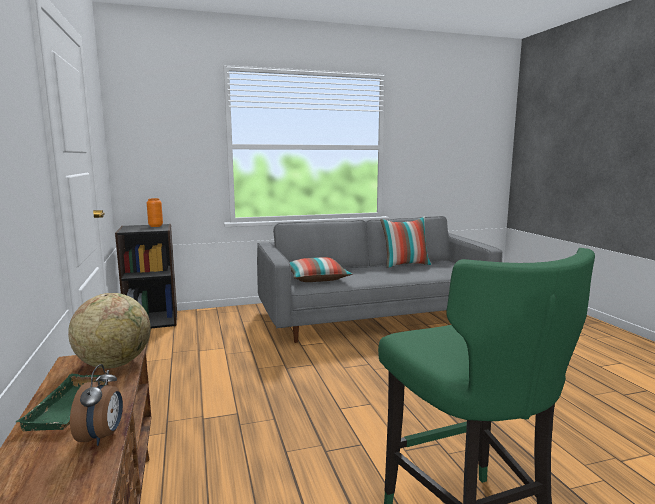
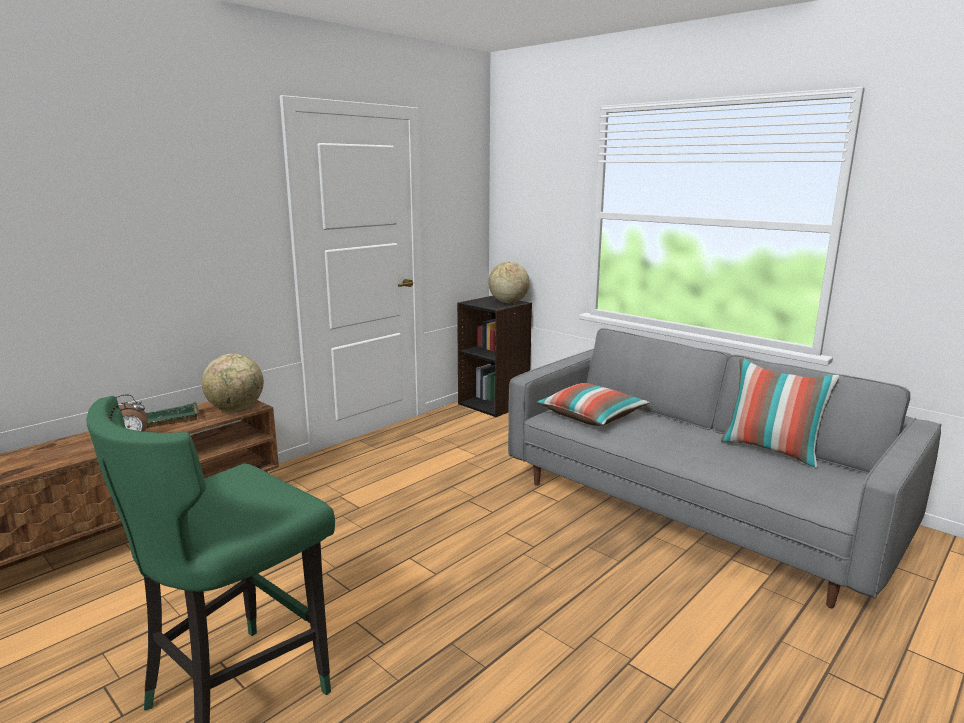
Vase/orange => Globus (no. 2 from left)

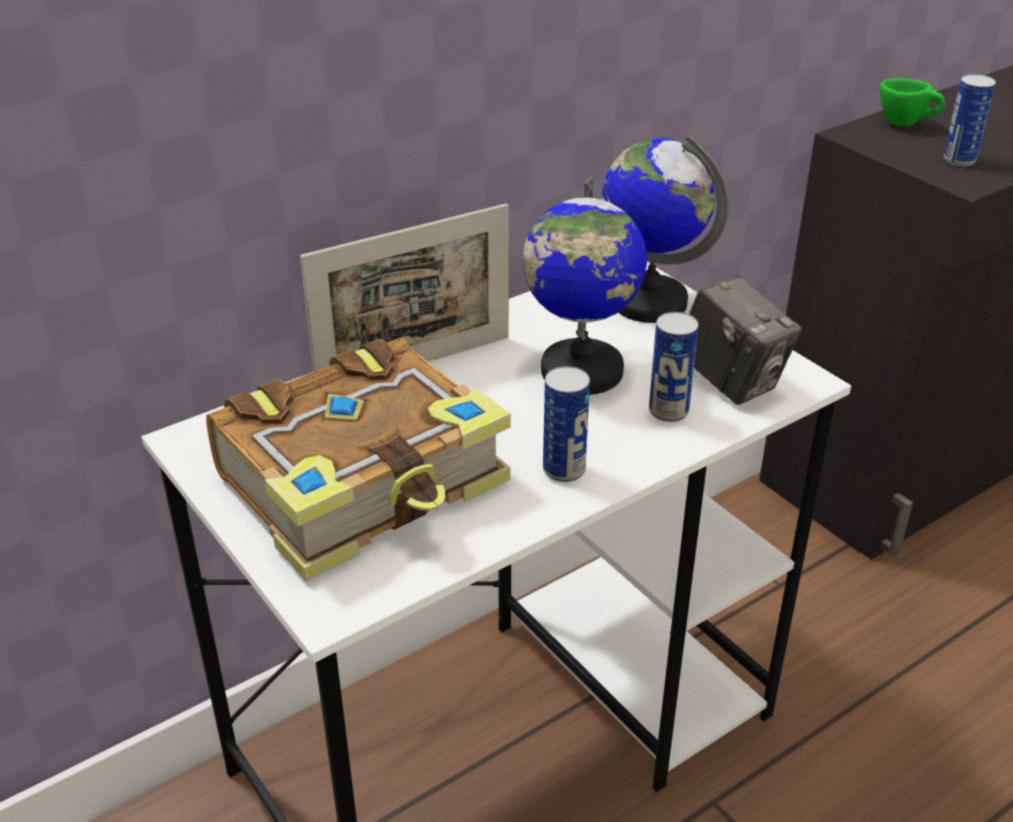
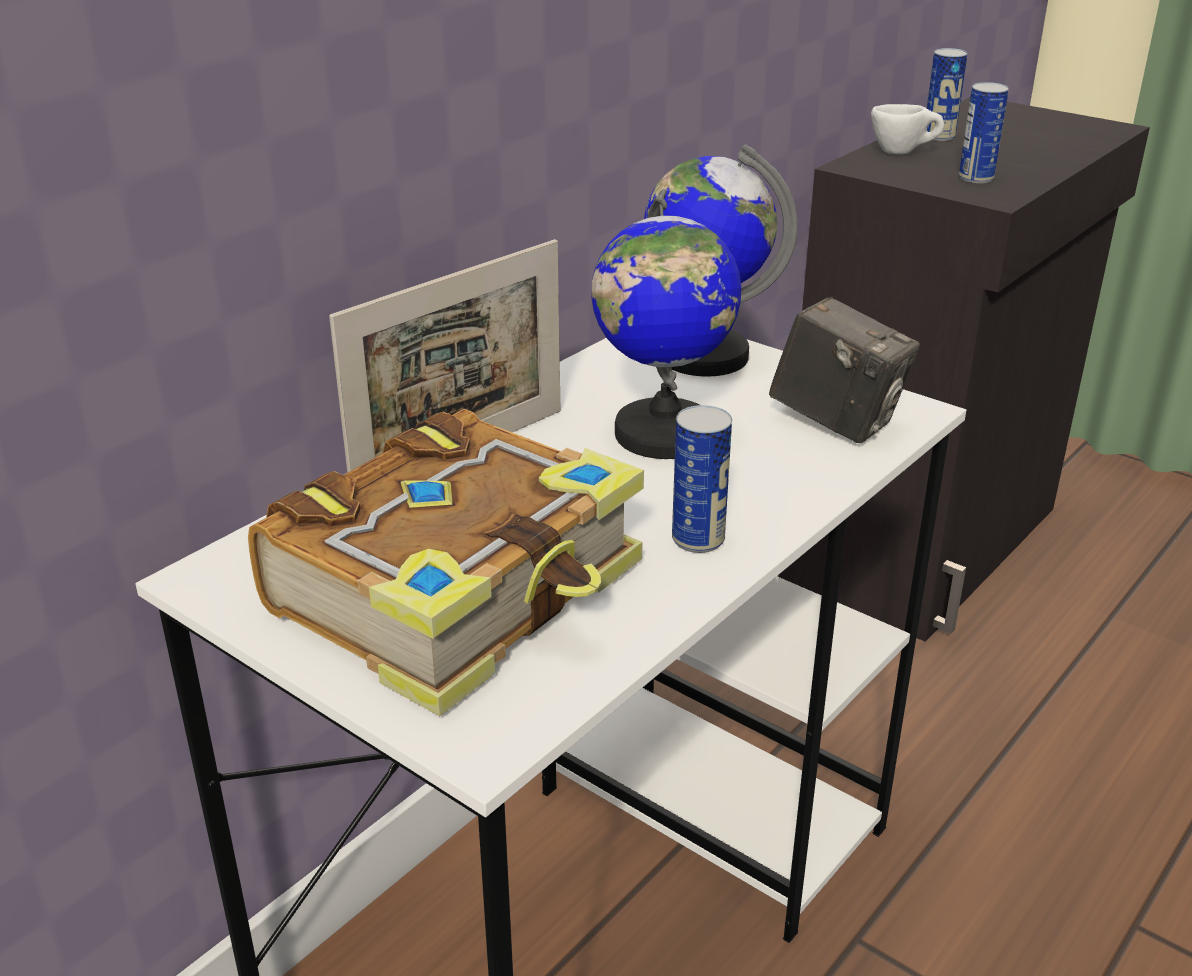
Tasse/grün => Tasse/weiß
Dose (no. 2 from left), shifted

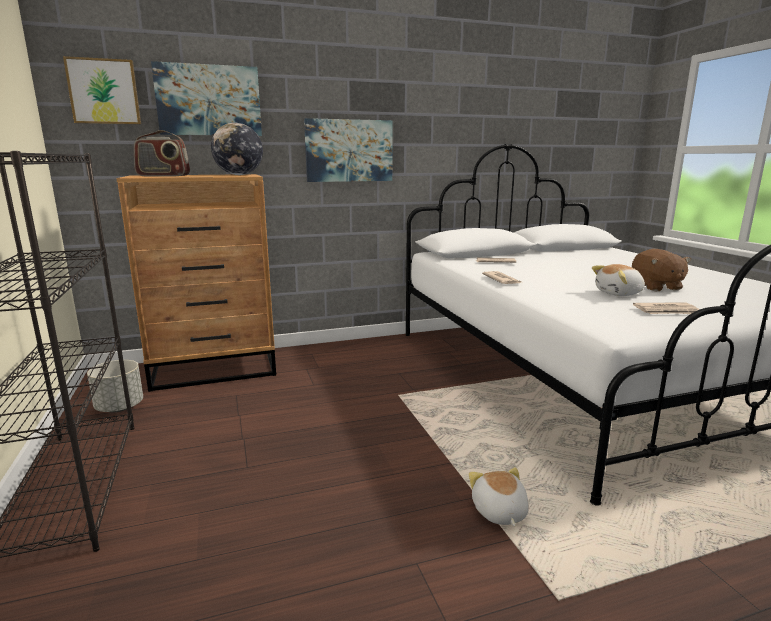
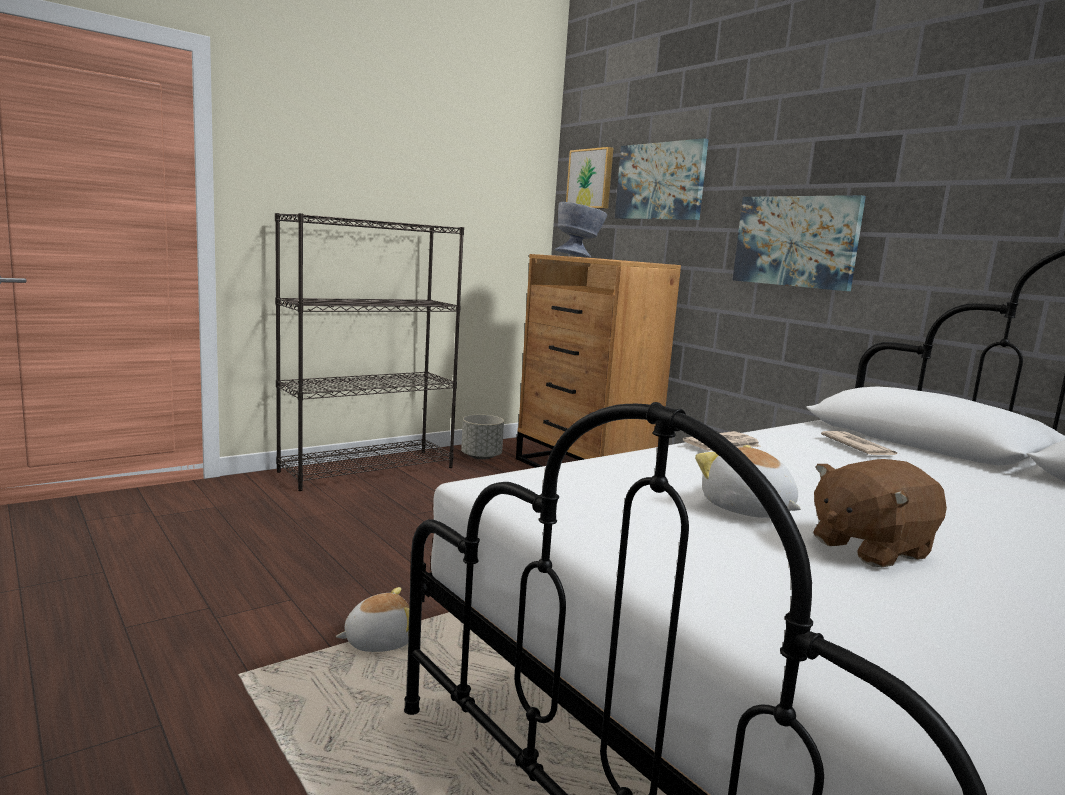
Radio => Schüssel/grau
Globus => nothing
Zeitung (no. 3 from left) => nothing

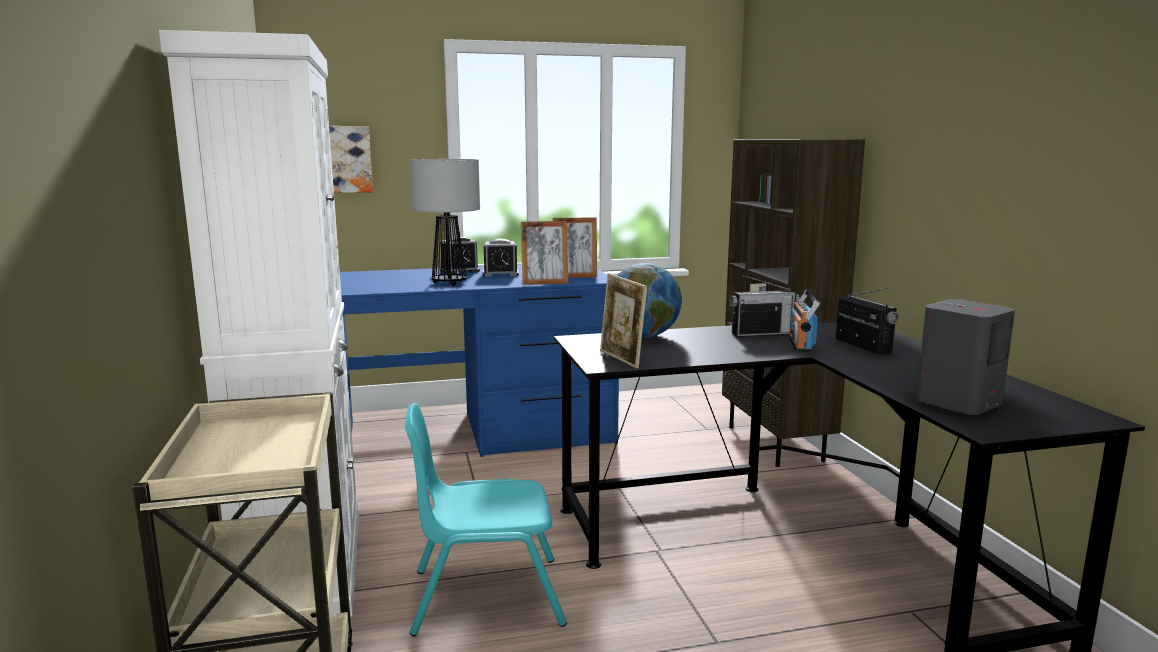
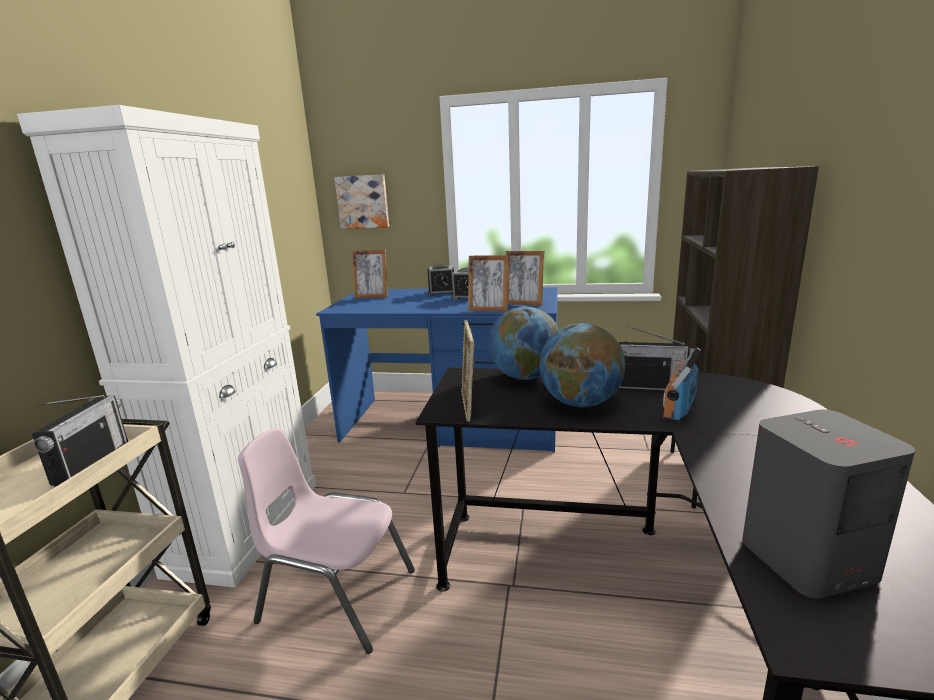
Radio (no. 3 from left in the first image) => Radio (no. 1 from left), shifted
Stuhl/türkis => Stuhl/rosa
nothing => Bilderrahmen (no. 1 from left)
nothing => Globus (no. 2 from left)
Tischlampe => nothing

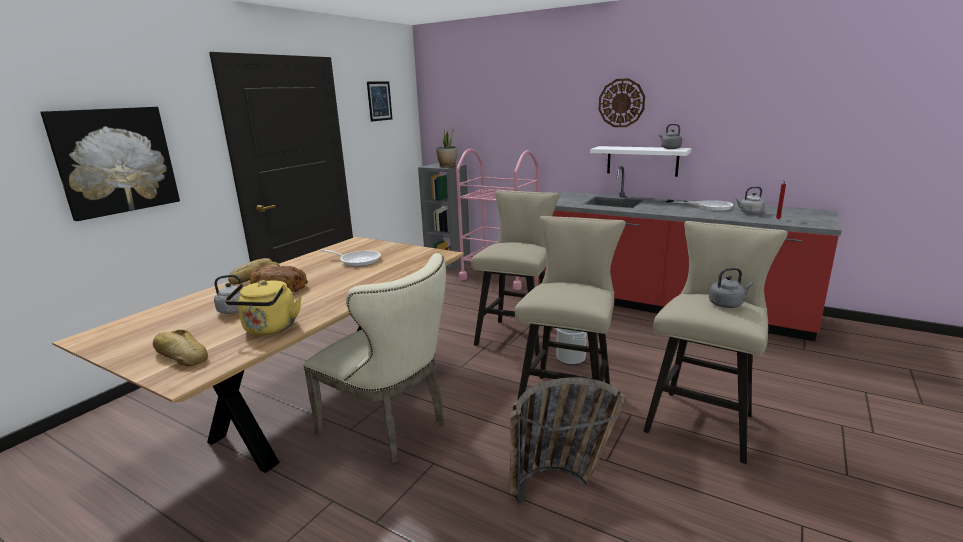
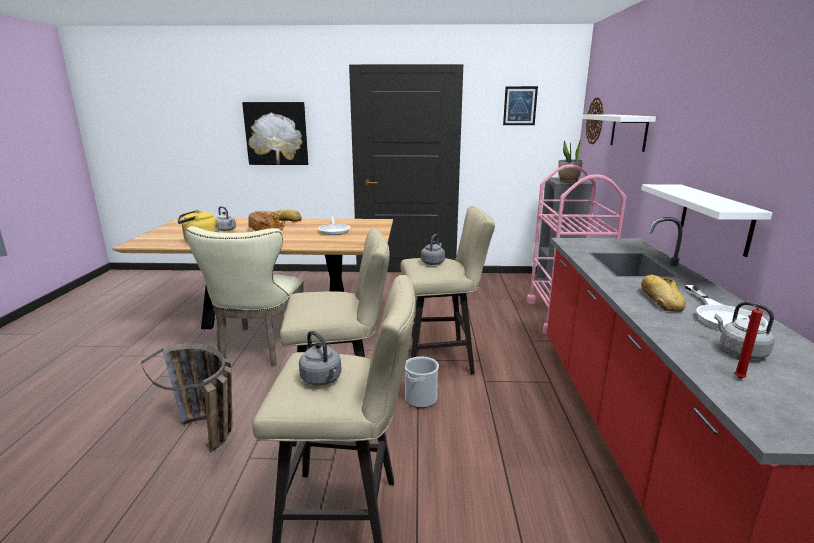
Wasserkessel/grau (no. 2 from left in the first image) => Wasserkessel/grau (no. 3 from left), shifted
nothing => Wandregal/weiß (no. 1 from left)
Wanduhr, shifted
Brot (no. 1 from left in the first image) => Brot (no. 3 from left), shifted

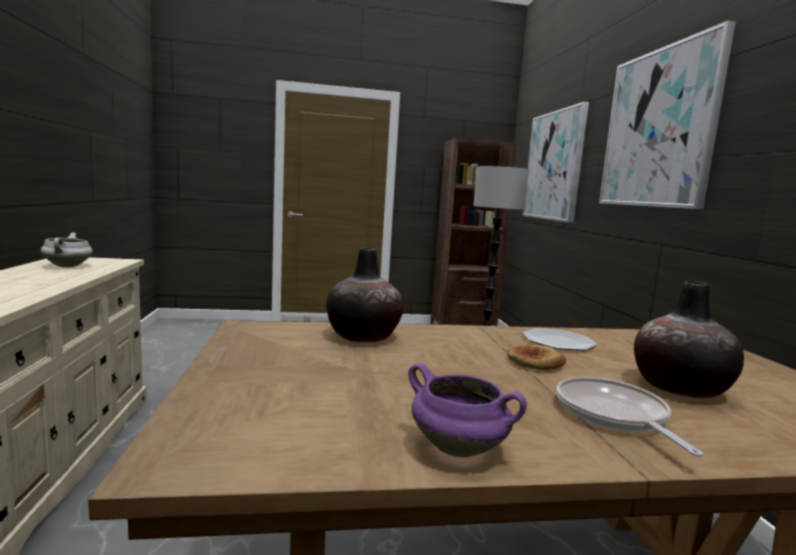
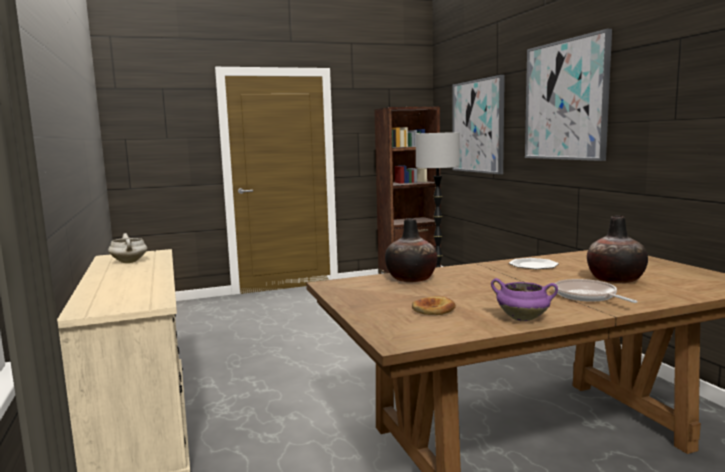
Brot, shifted

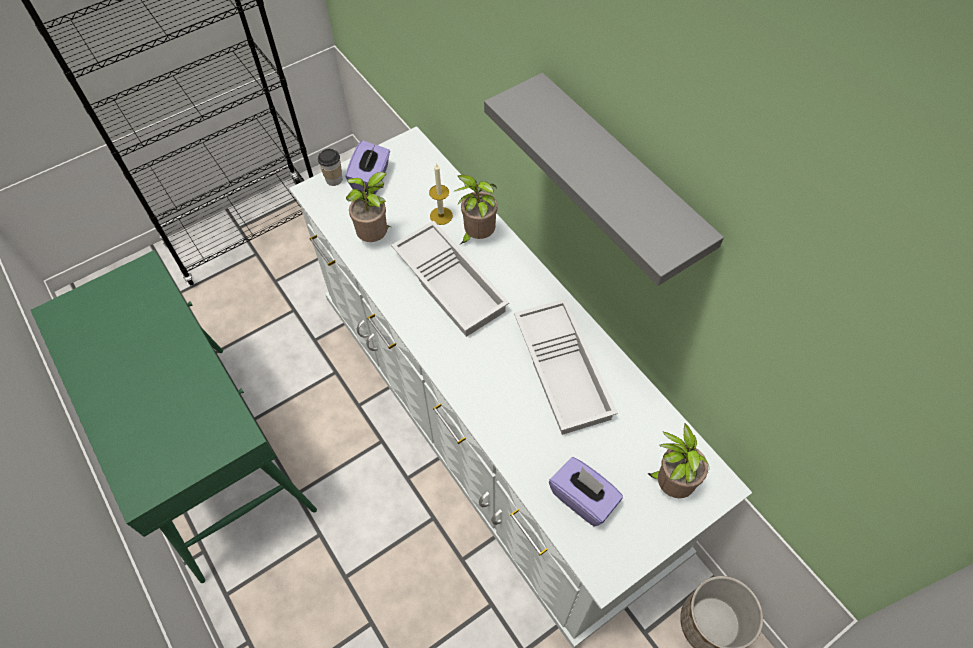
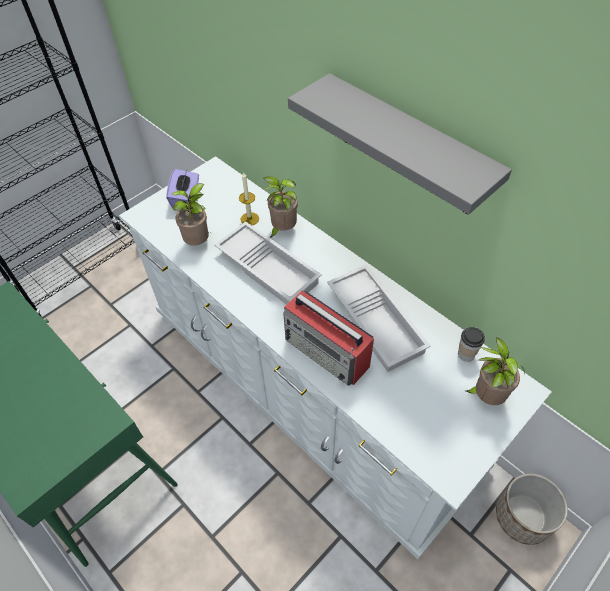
nothing => Radio
Tasse, shifted
Taschentuchbox/lila (no. 2 from left) => nothing

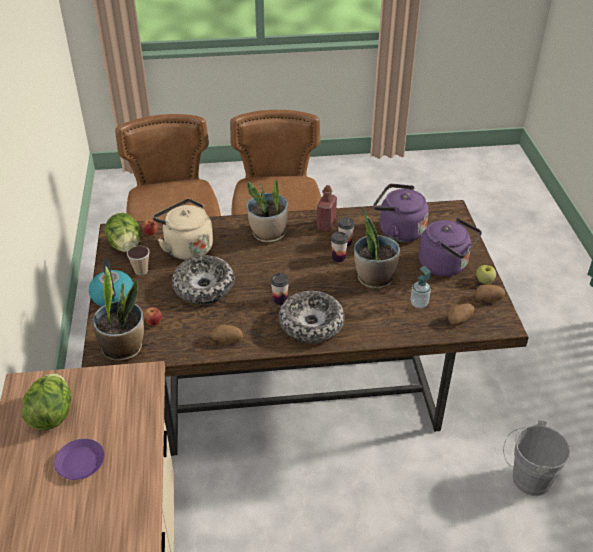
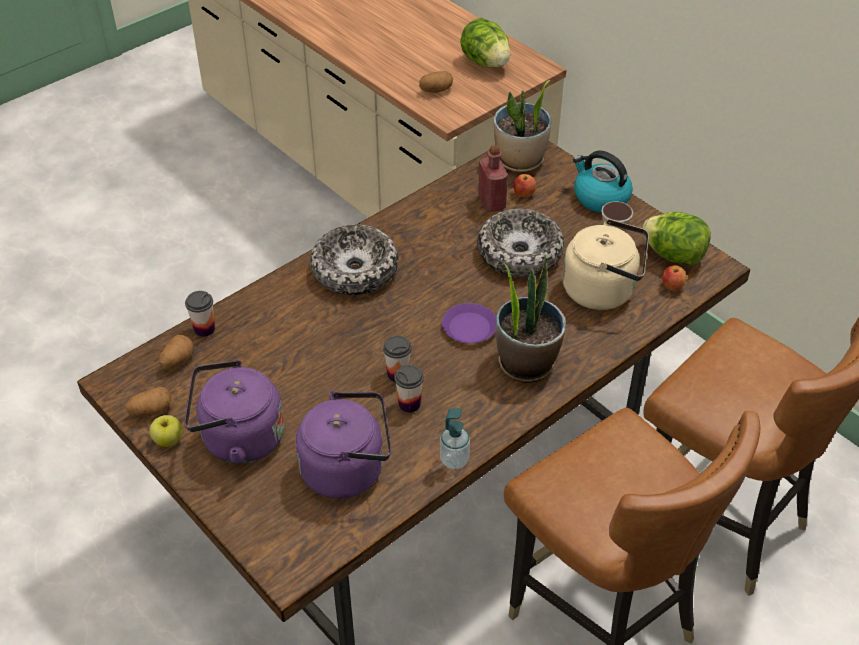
Tasse (no. 2 from left in the first image) => Tasse (no. 1 from left), shifted
Kartoffel (no. 1 from left in the first image) => Kartoffel (no. 3 from left), shifted
Seifenspender, shifted
Teller/lila, shifted
Flasche/rot, shifted
Topfpflanze (no. 3 from left) => nothing
Eimer/grau => nothing

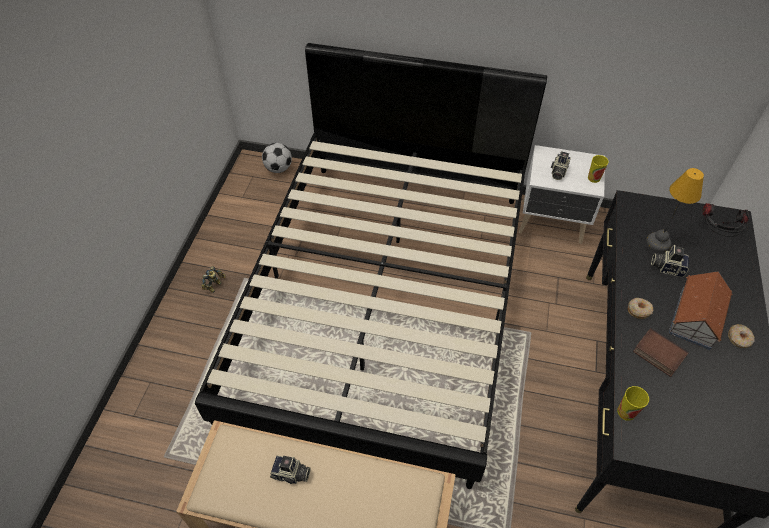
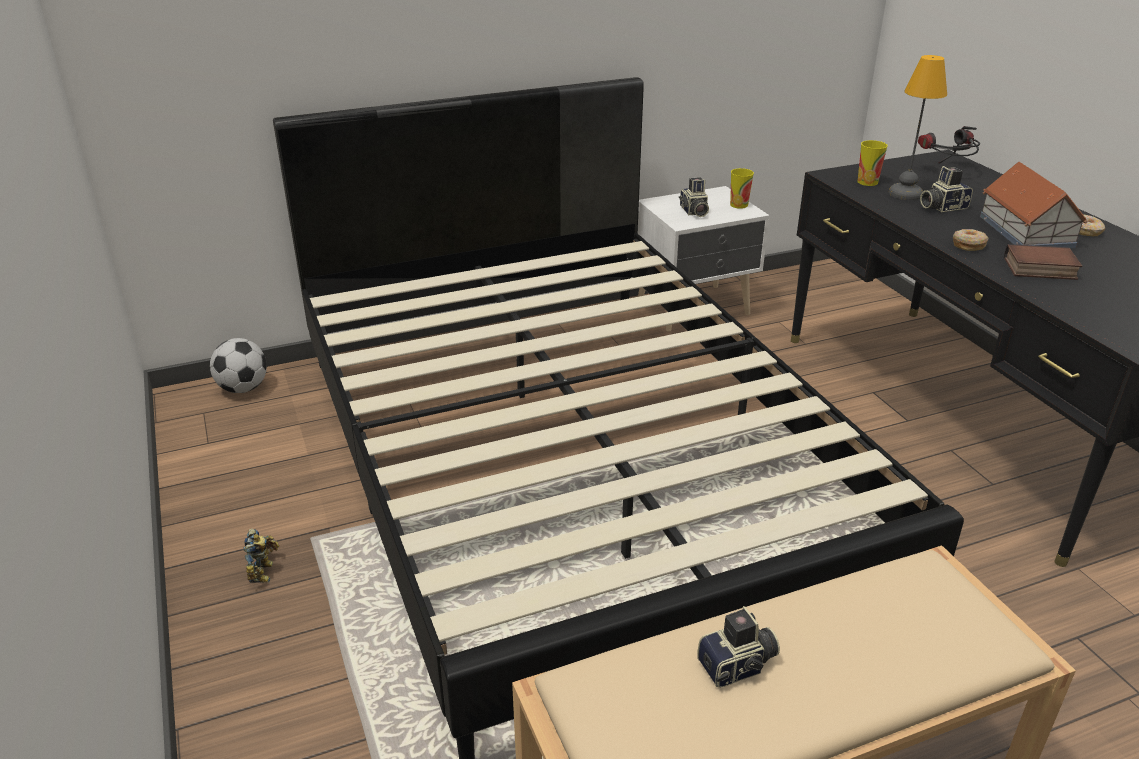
Tasse (no. 2 from left), shifted

